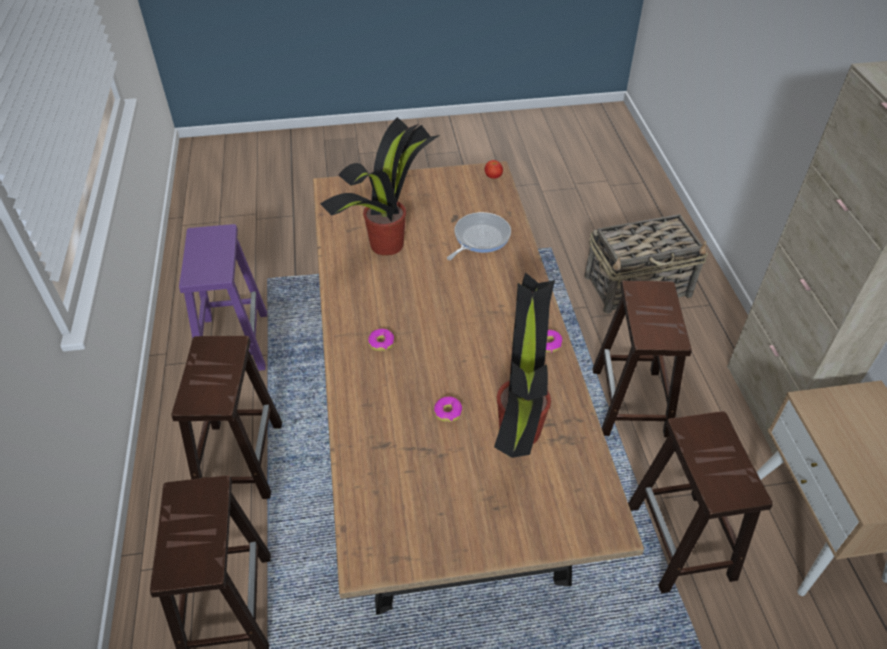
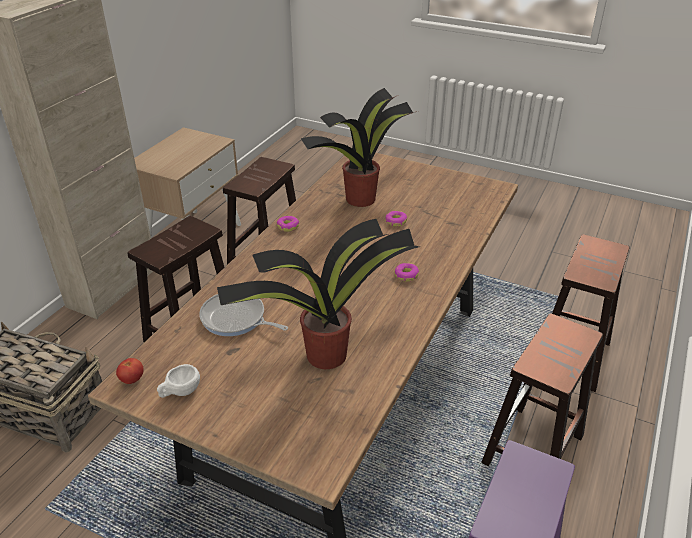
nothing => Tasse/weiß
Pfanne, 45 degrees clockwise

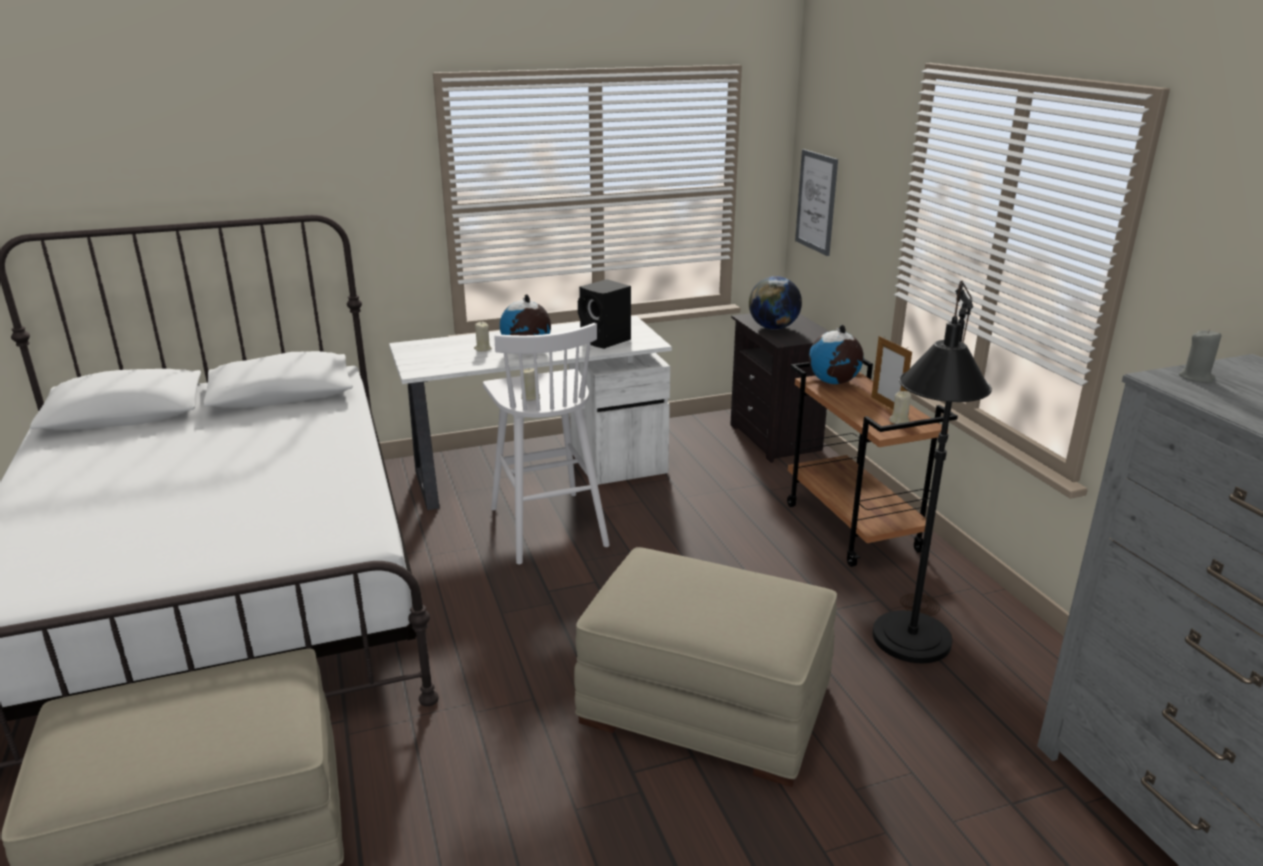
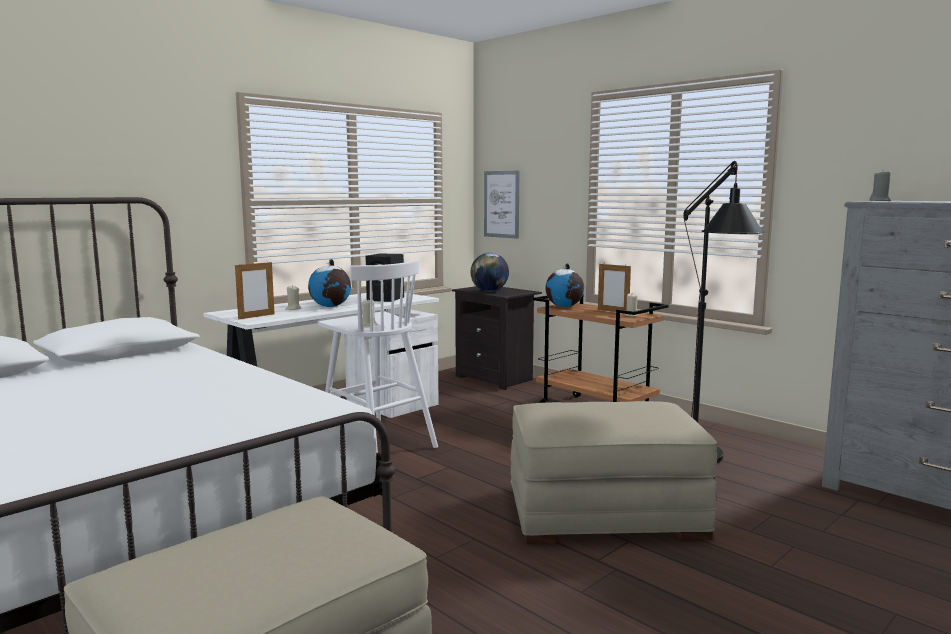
nothing => Bilderrahmen (no. 1 from left)

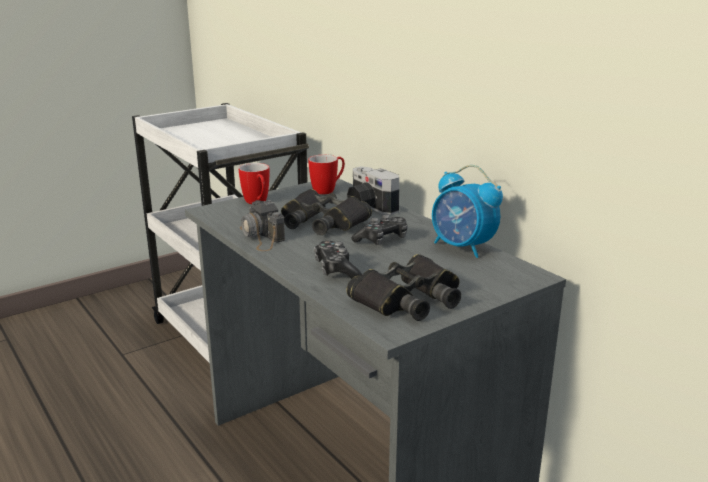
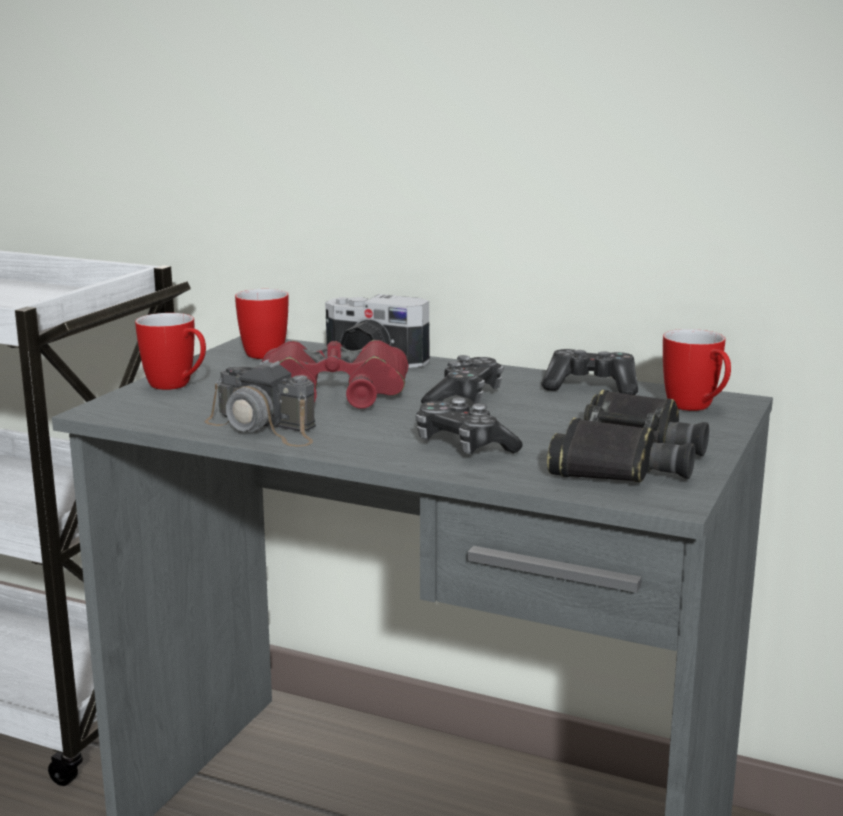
Fernglas/schwarz (no. 1 from left) => Fernglas/rot
Wecker => Gamepad (no. 3 from left)
nothing => Henkelbecher (no. 3 from left)

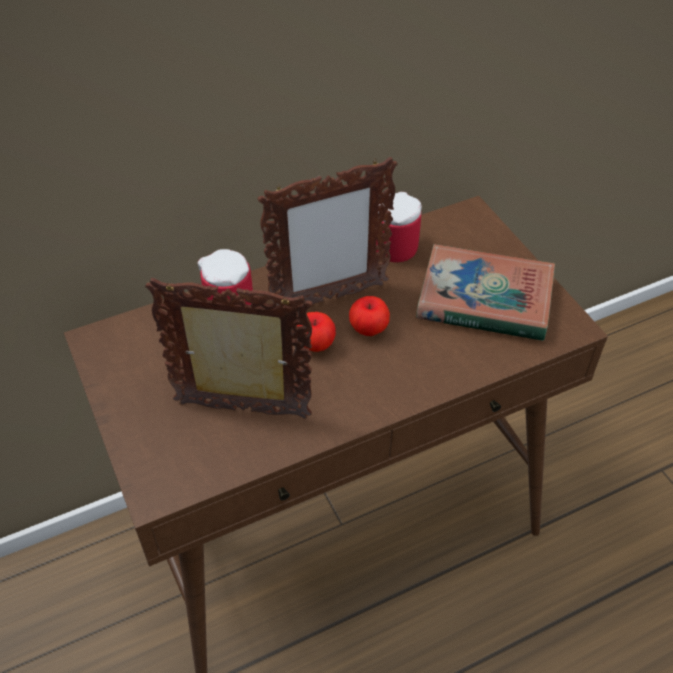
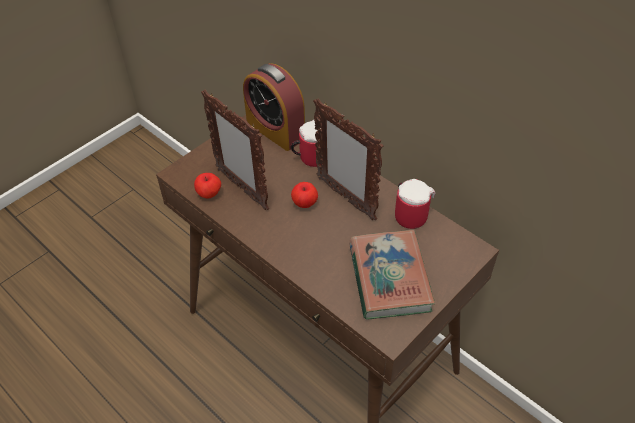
Apfel (no. 2 from left in the first image) => Apfel (no. 1 from left), shifted
Bilderrahmen (no. 1 from left), 150 degrees clockwise
nothing => Wecker

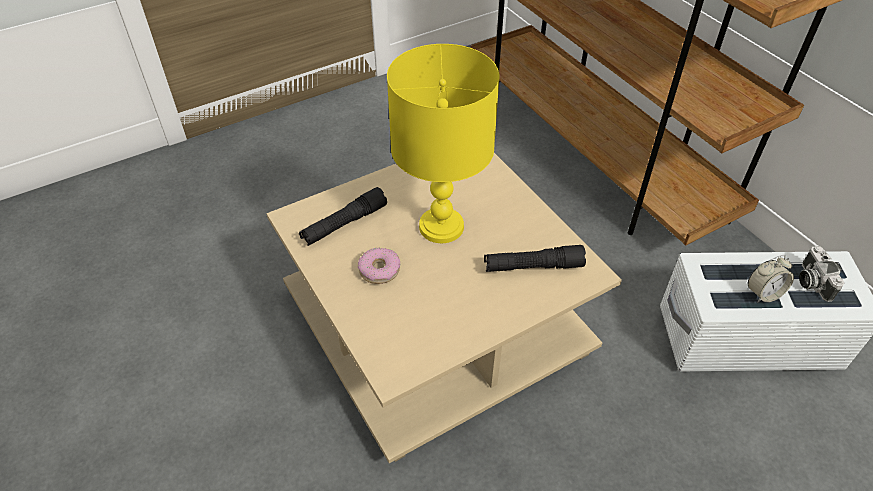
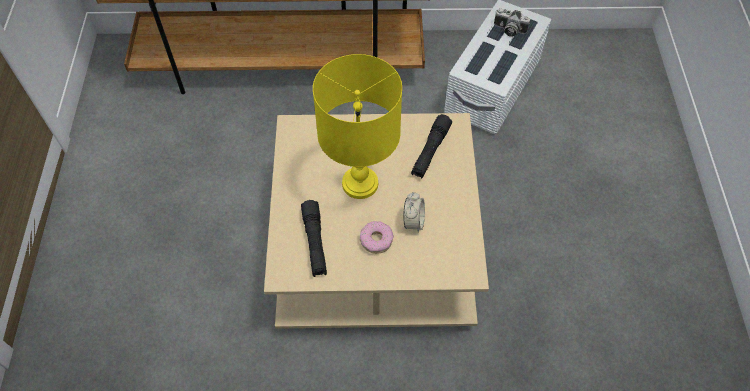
Wecker, shifted

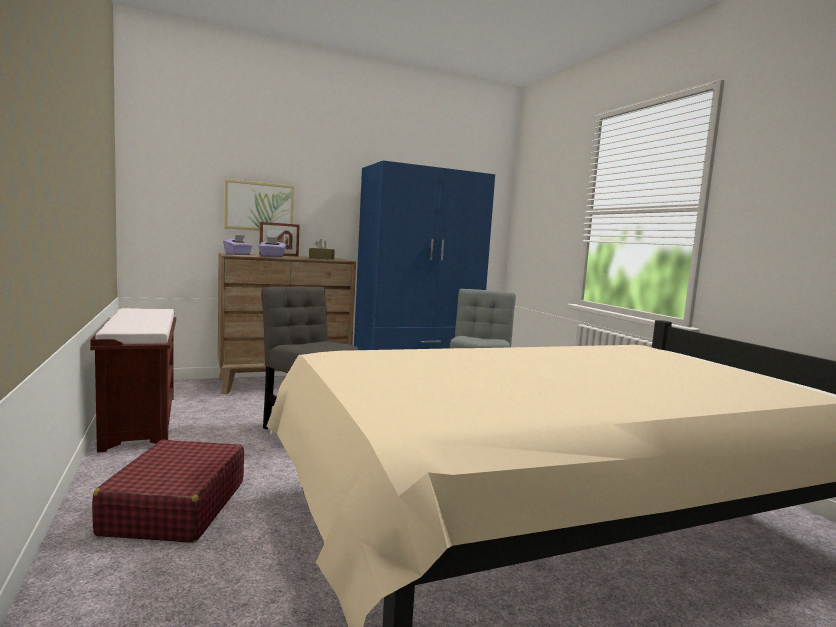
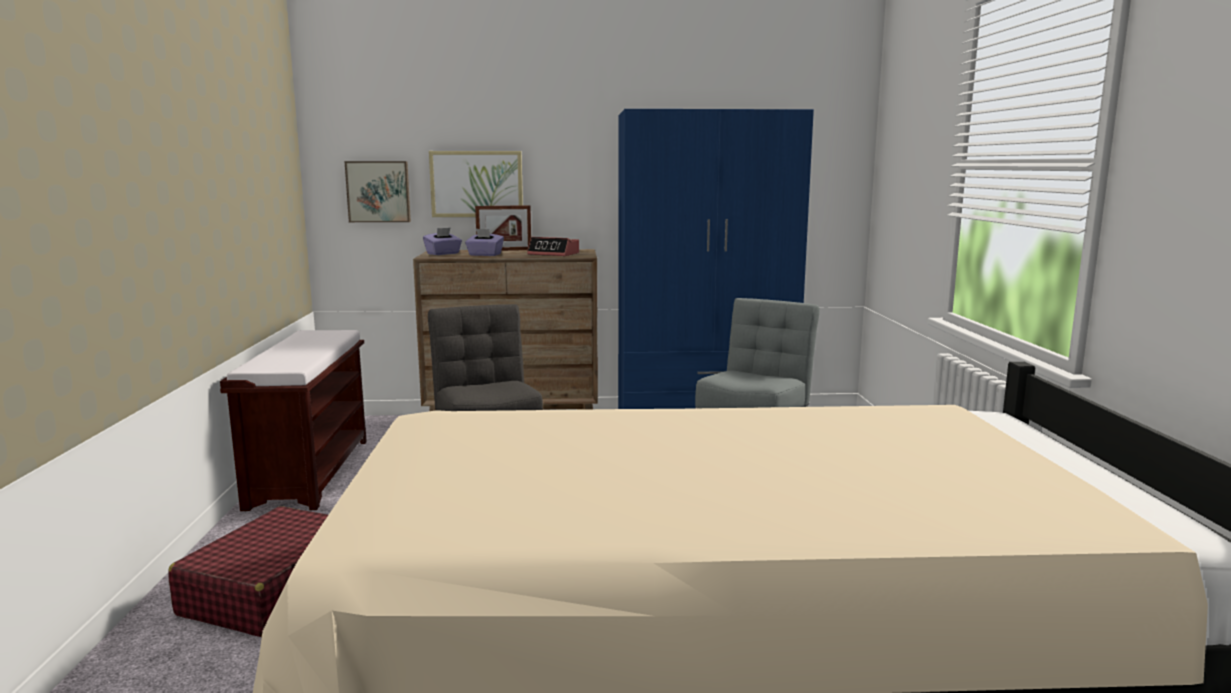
nothing => Bild (no. 1 from left)
Taschentuchbox/braun => Wecker

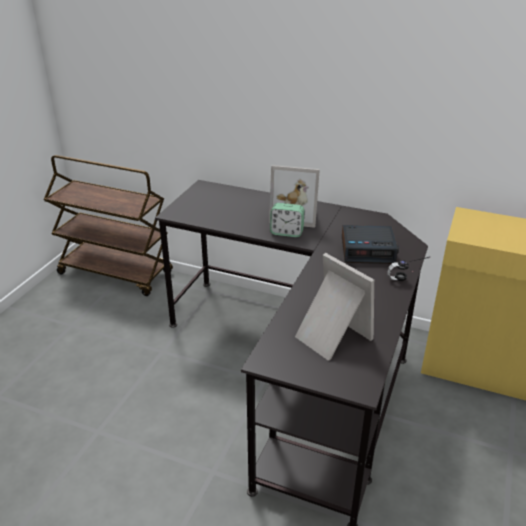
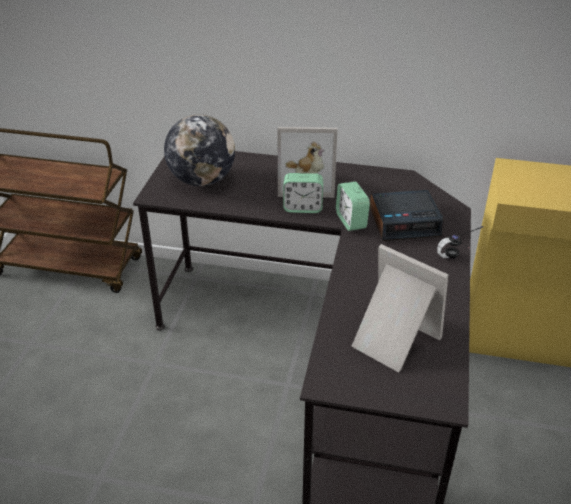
nothing => Globus
nothing => Wecker (no. 2 from left)

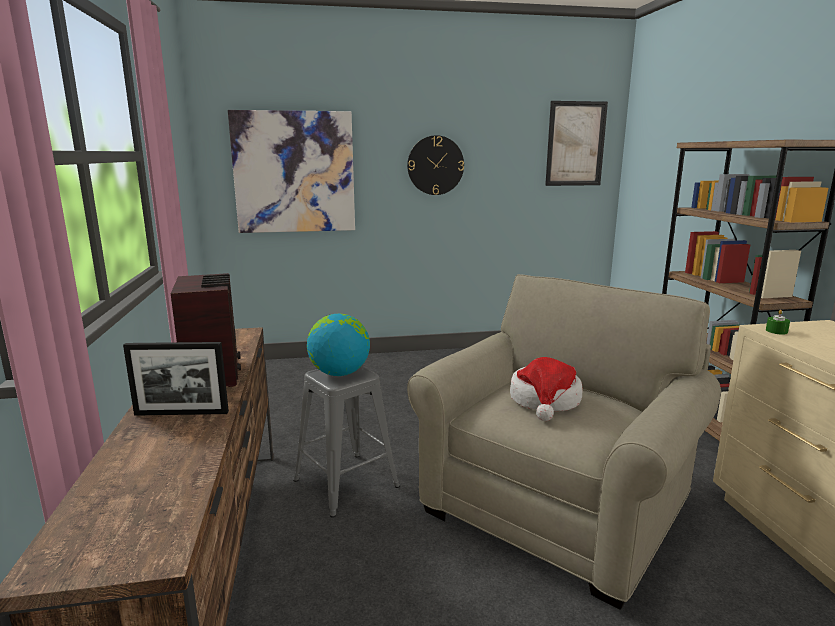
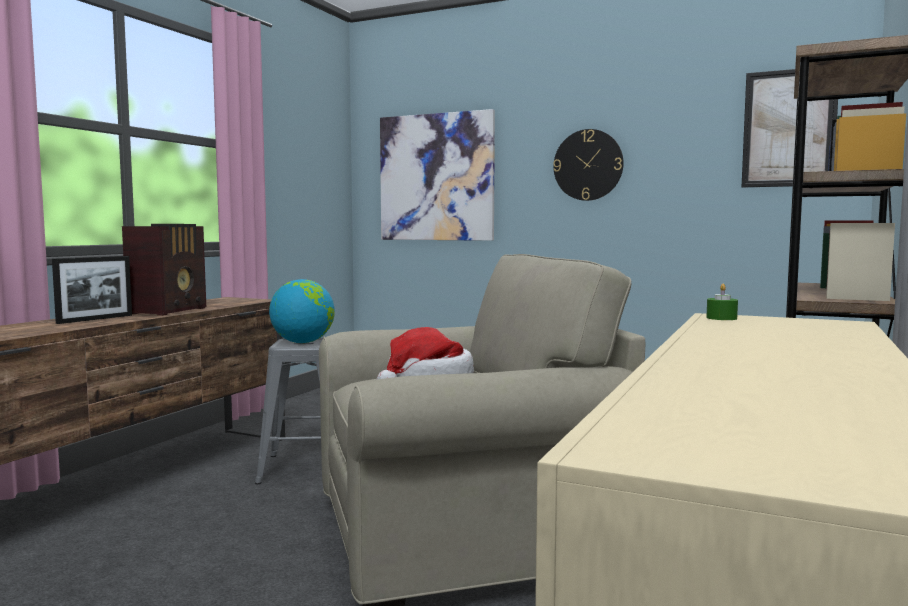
Bilderrahmen, 90 degrees counterclockwise

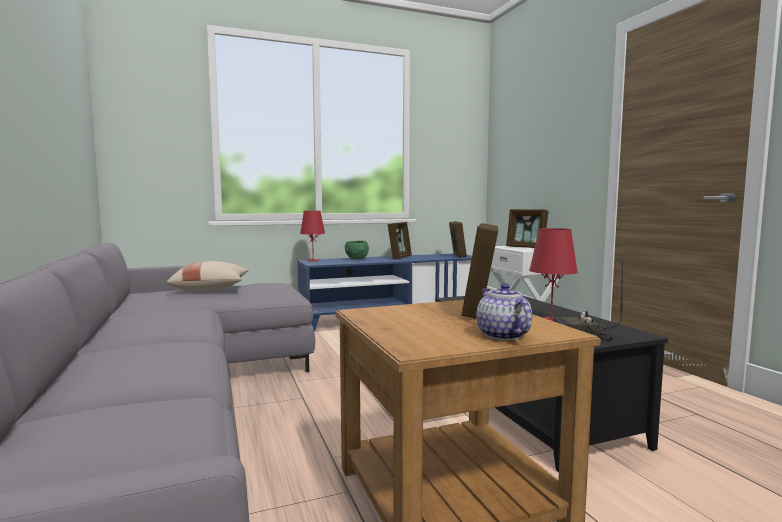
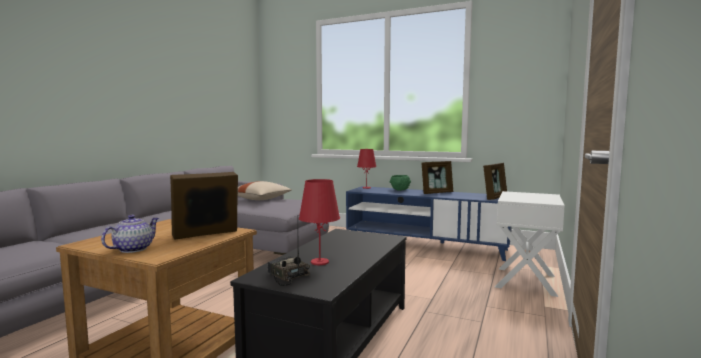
Bilderrahmen (no. 4 from left) => nothing

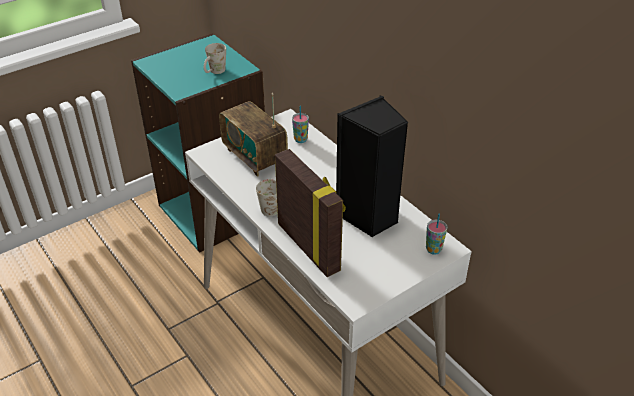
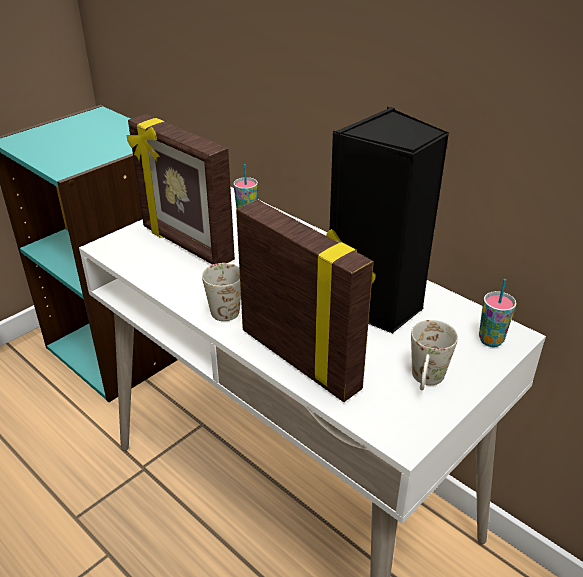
Radio => Bilderrahmen (no. 1 from left)
Henkelbecher/weiß (no. 1 from left in the first image) => Henkelbecher/weiß (no. 2 from left), shifted

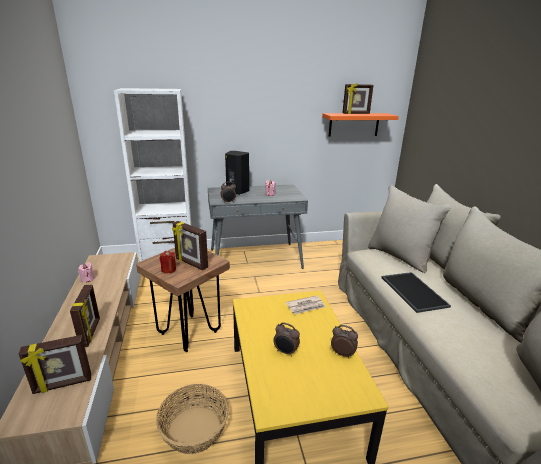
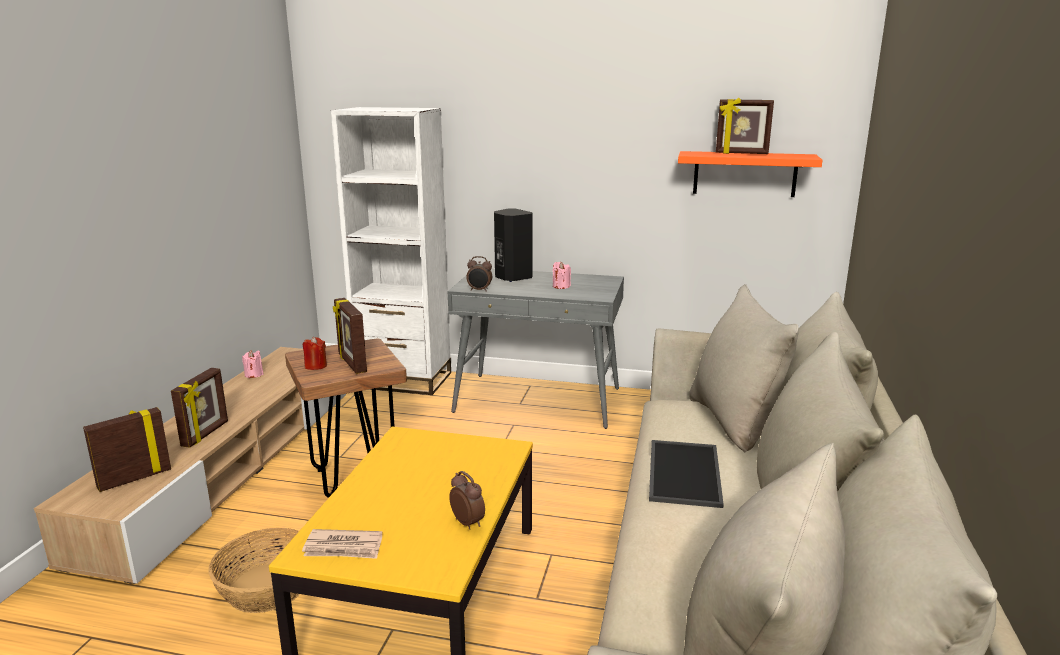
Bilderrahmen (no. 1 from left), 135 degrees clockwise
Zeitung, shifted
Wecker (no. 2 from left) => nothing

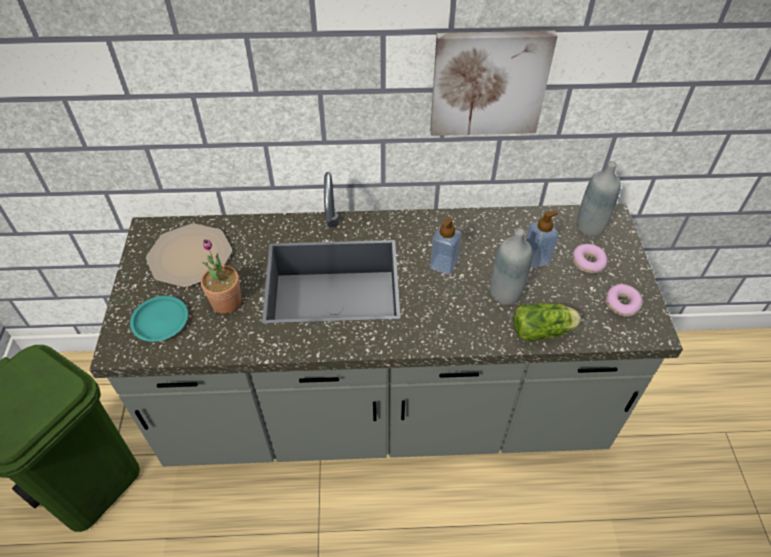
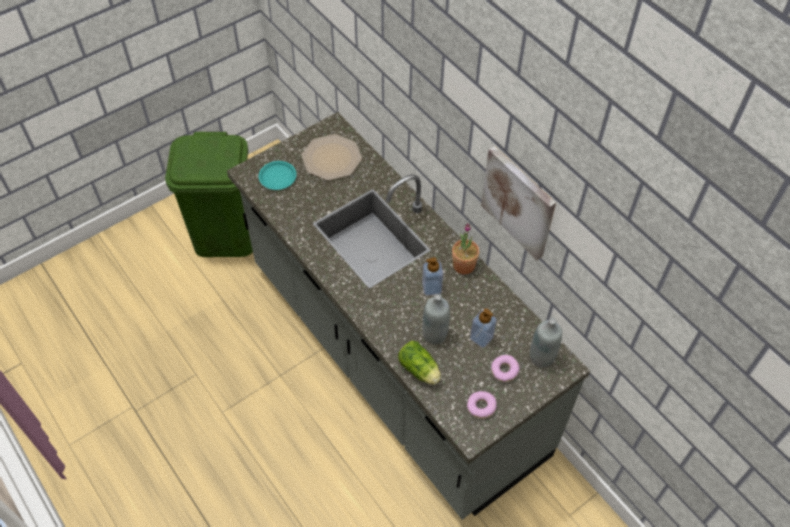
Topfpflanze, shifted

